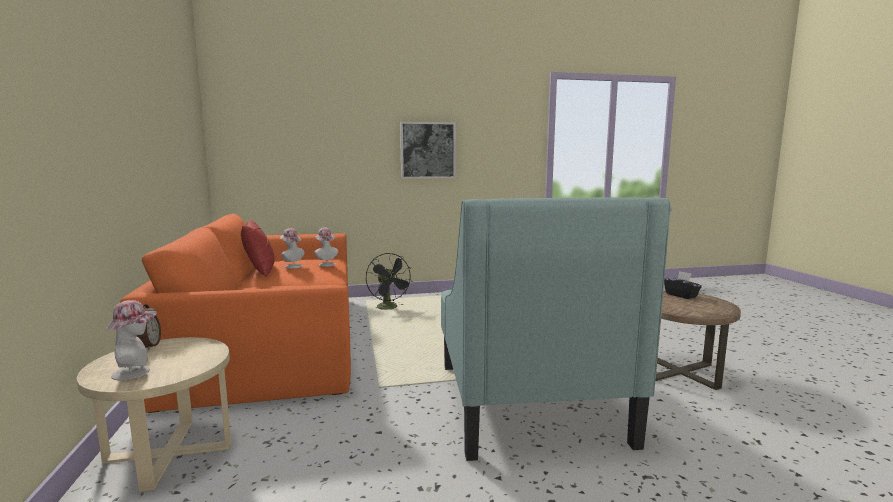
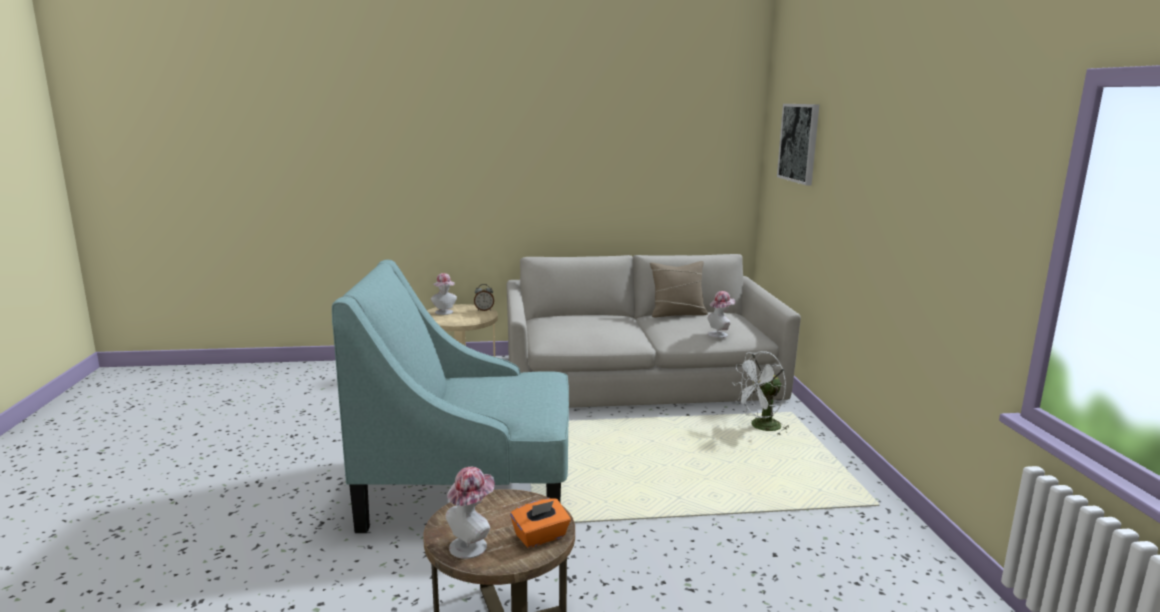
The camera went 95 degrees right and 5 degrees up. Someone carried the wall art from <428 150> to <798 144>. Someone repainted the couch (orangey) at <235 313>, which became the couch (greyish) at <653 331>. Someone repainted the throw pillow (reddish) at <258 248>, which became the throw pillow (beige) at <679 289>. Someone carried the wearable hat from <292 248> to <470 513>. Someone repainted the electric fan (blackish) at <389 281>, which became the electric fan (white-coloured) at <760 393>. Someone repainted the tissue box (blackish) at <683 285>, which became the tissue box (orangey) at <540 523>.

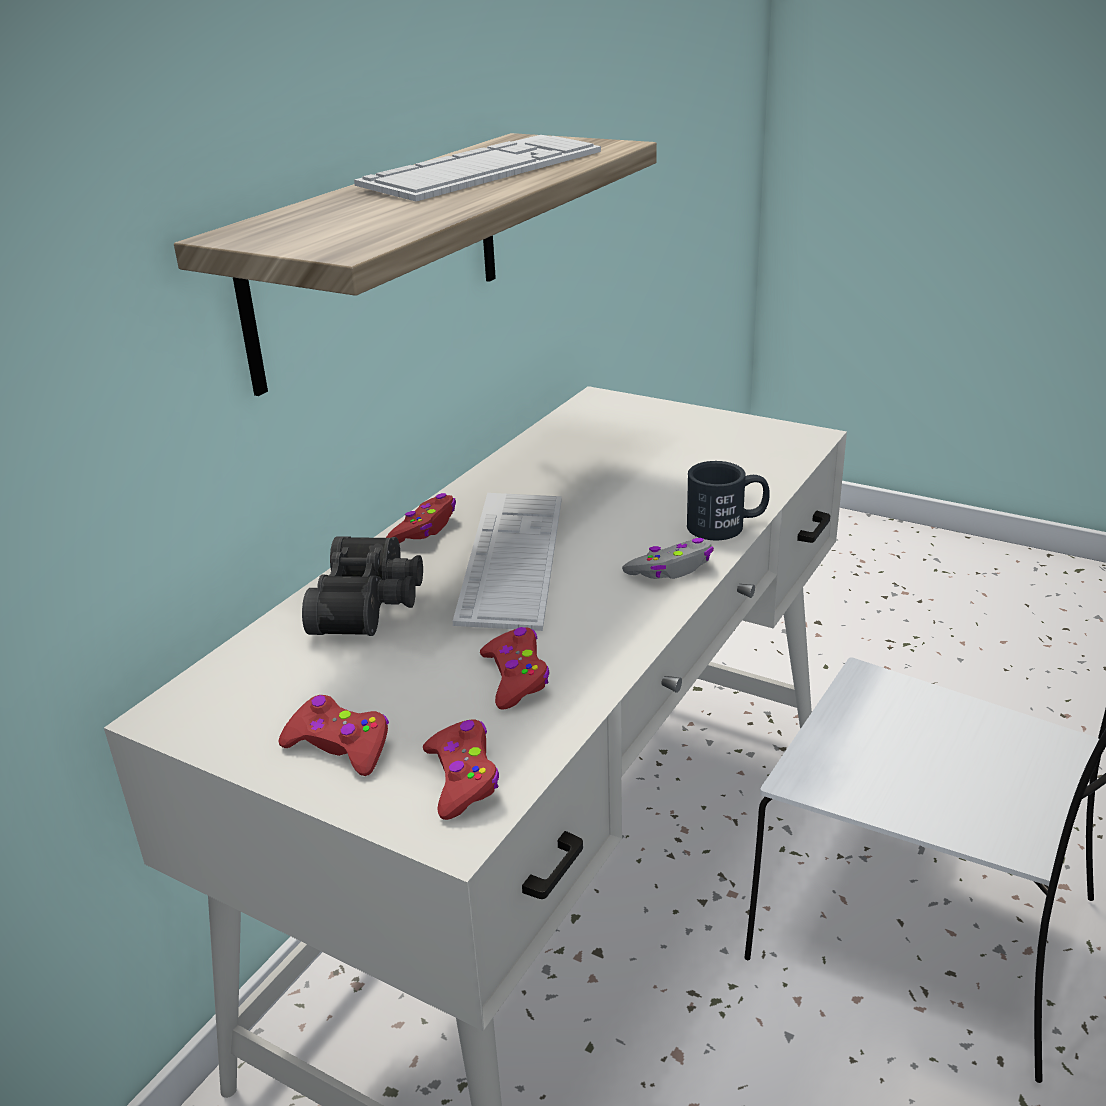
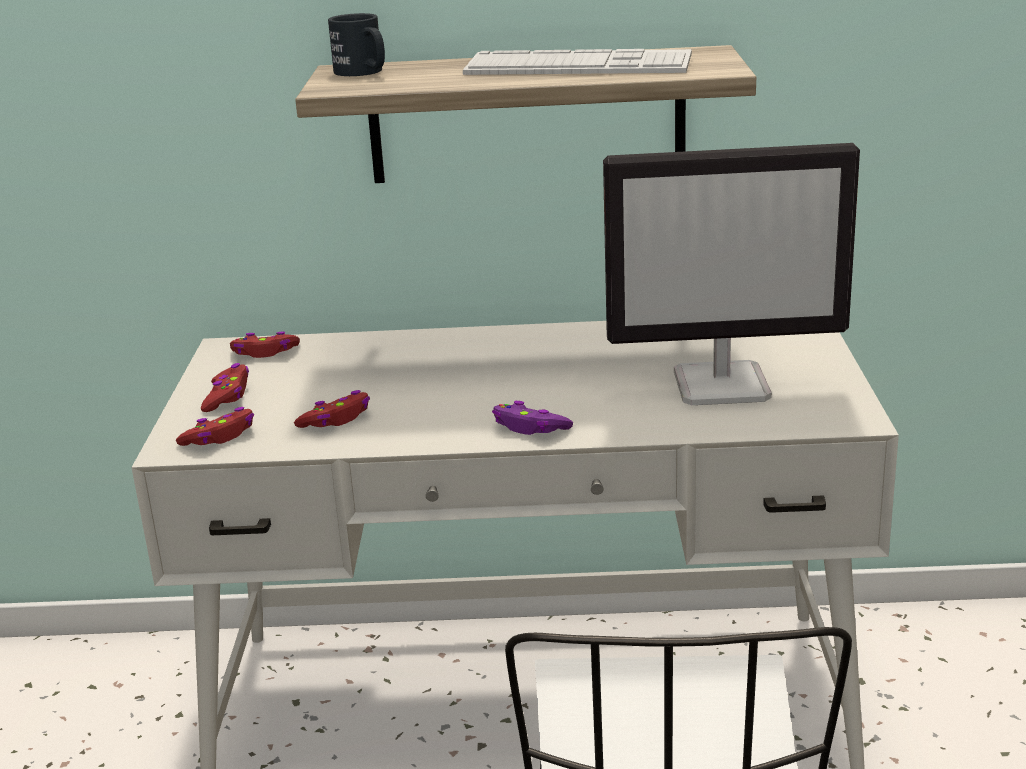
The camera went 60 degrees right and 5 degrees down. Someone carried the tea mug (blackish) from <728 500> to <356 44>. Someone carried the gamepad (reddish) from <421 518> to <265 345>. Someone took away the PC keyboard at <507 562>. Someone took away the field glasses (blackish) at <362 586>. Someone repainted the gamepad (greyish) at <668 558>, which became the gamepad (purplish) at <532 418>. Someone put down the monitor at <731 274>.

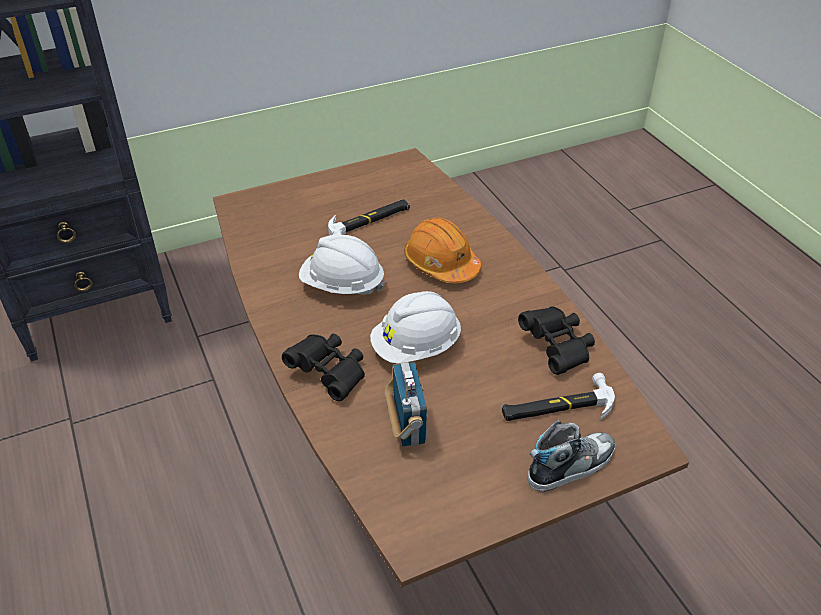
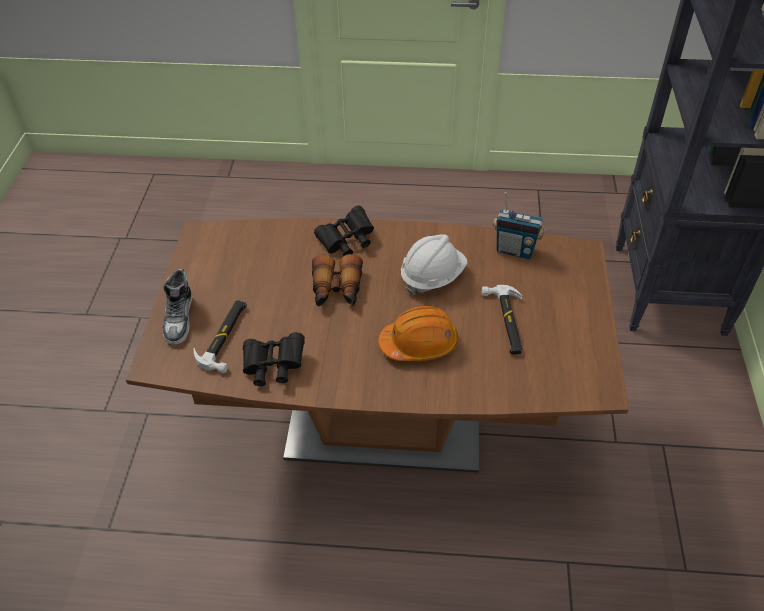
The camera went 120 degrees right and 5 degrees up. Someone swapped the work helmet (white-coloured) at <415 327> for the field glasses at <337 280>. Someone carried the radio set from <406 404> to <519 225>.

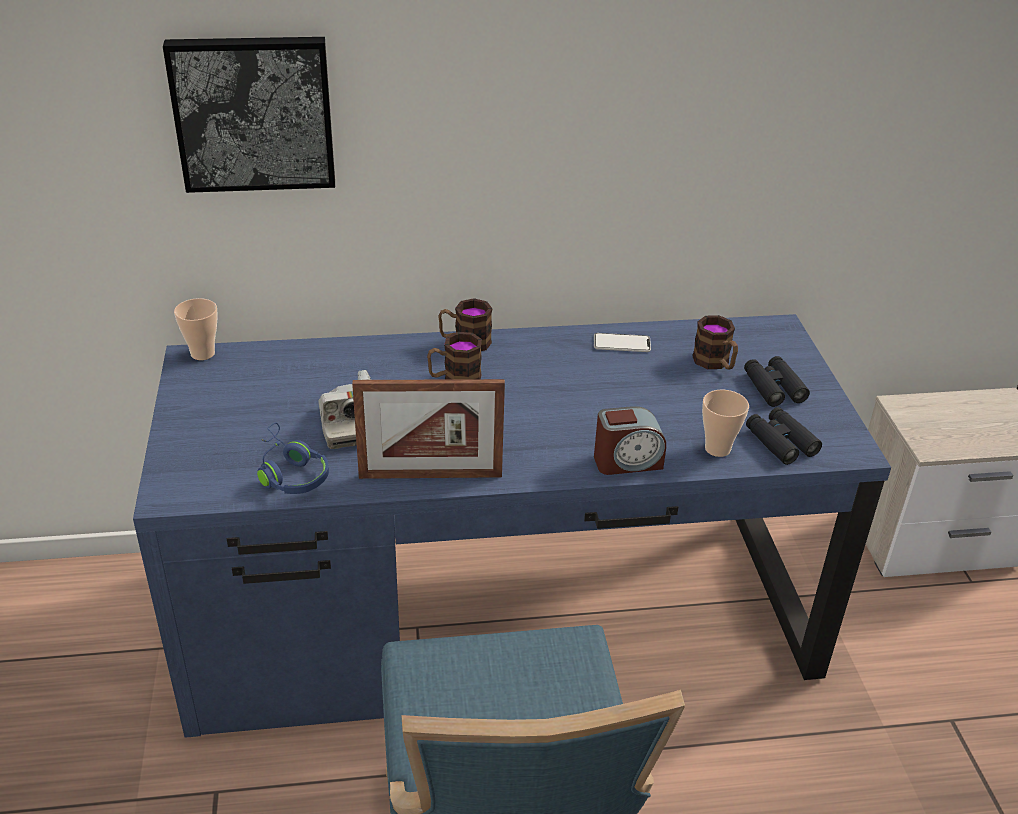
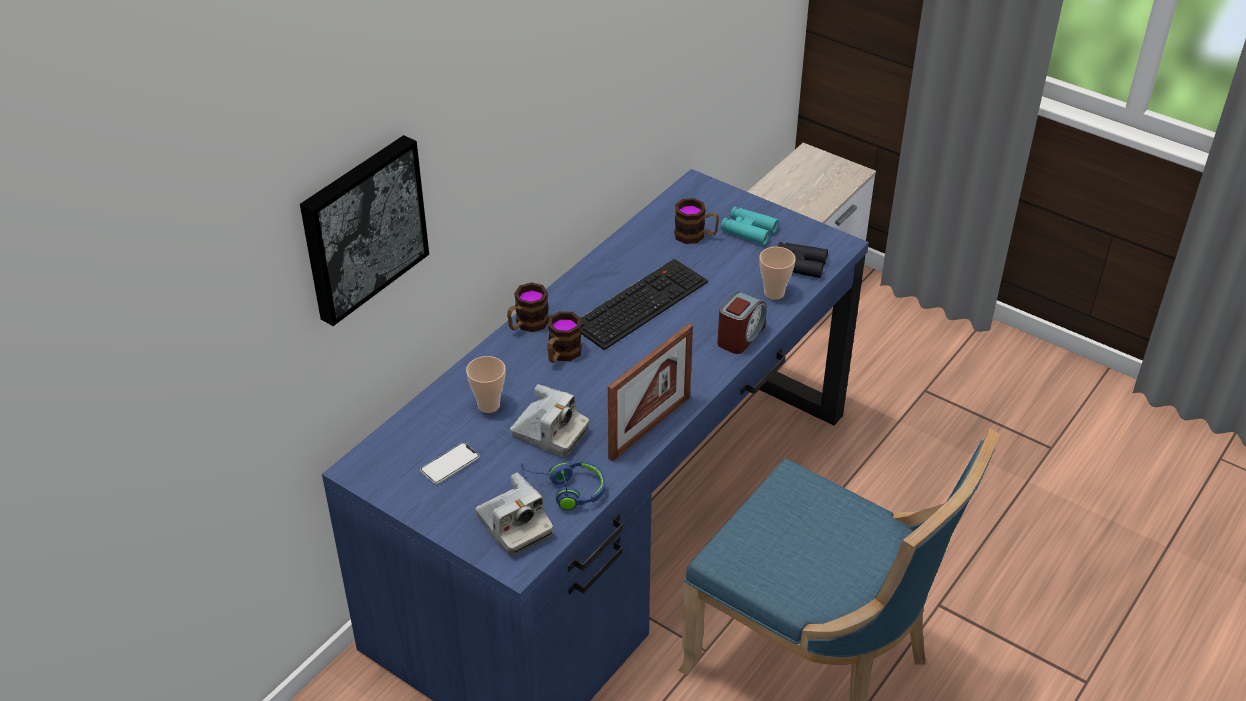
The camera went 45 degrees left and 5 degrees up. Someone carried the small cup from <196 329> to <486 384>. Someone carried the handset from <622 342> to <450 463>. Someone repainted the field glasses (blackish) at <777 381>, which became the field glasses (turquoise-coloured) at <750 226>. Someone put down the PC keyboard at <644 304>. Someone put down the still camera at <514 514>.

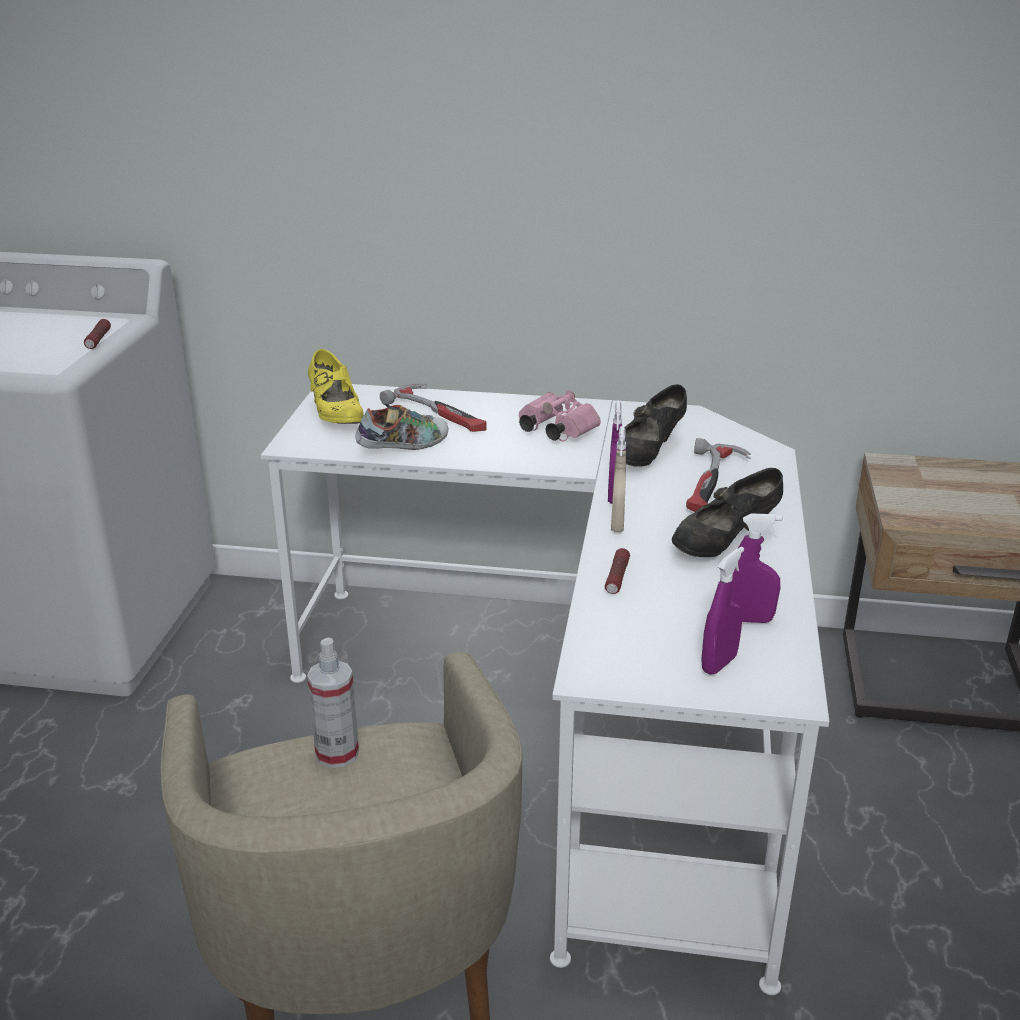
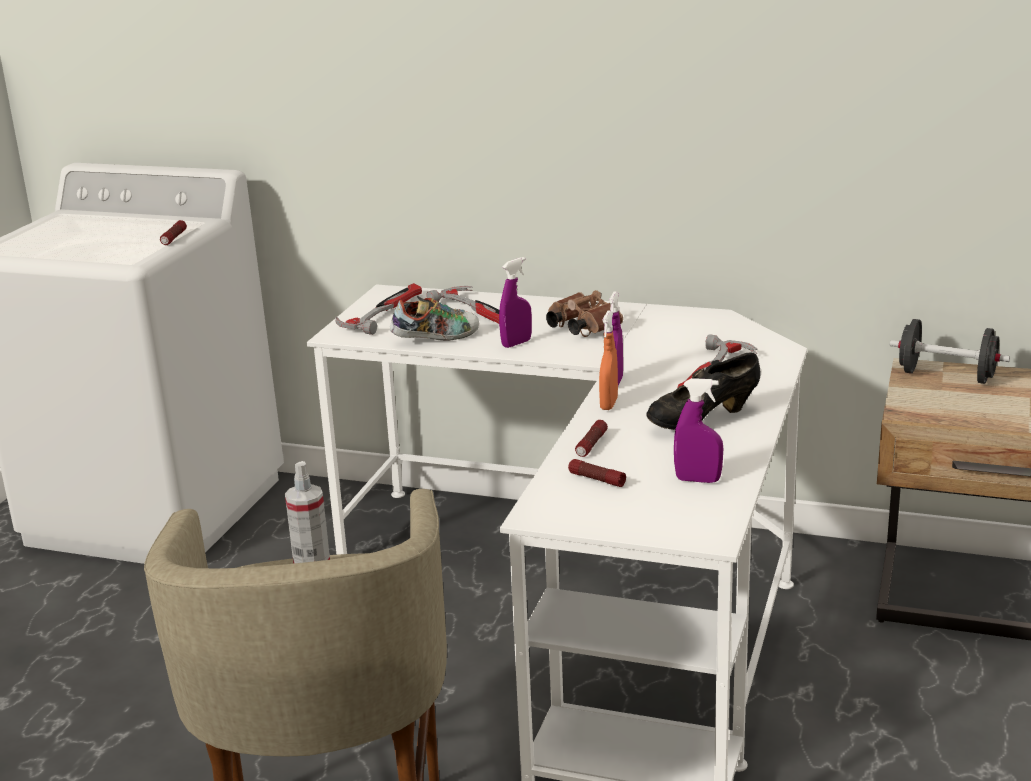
The camera went 10 degrees right and 5 degrees down. Someone swapped the shoe (yellow) at <335 386> for the hammer at <378 309>. Someone took away the shoe (blackish) at <656 425>. Someone repainted the field glasses (pinkish) at <560 416>, which became the field glasses (brown-coloured) at <584 313>. Someone repainted the sprayer (beige) at <618 479>, which became the sprayer (orangey) at <608 360>. Someone carried the sprayer (purplish) from <722 610> to <515 302>. Someone put down the dumbbell (blackish) at <950 351>. Someone put down the hand torch at <597 473>.

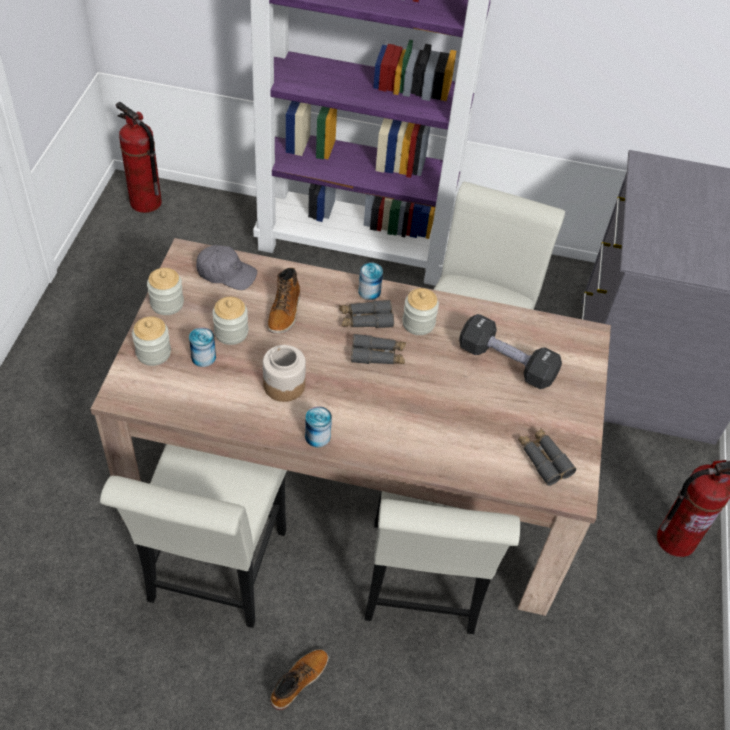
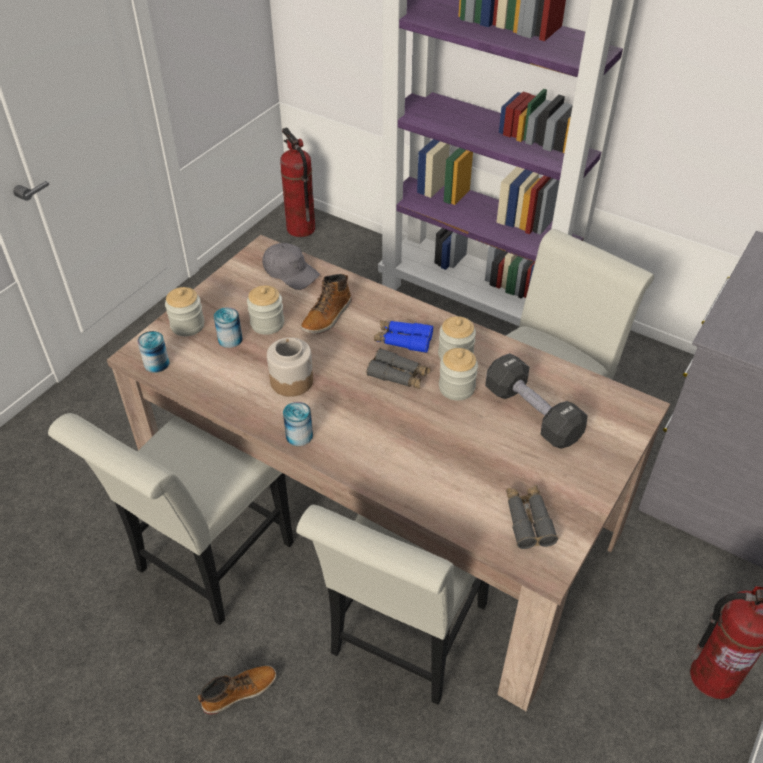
The camera went 25 degrees right and 5 degrees down. Someone carried the metal can from <370 281> to <153 352>. Someone carried the jar from <165 291> to <458 374>. Someone repainted the field glasses (greyish) at <366 314>, which became the field glasses (bluish) at <403 336>.

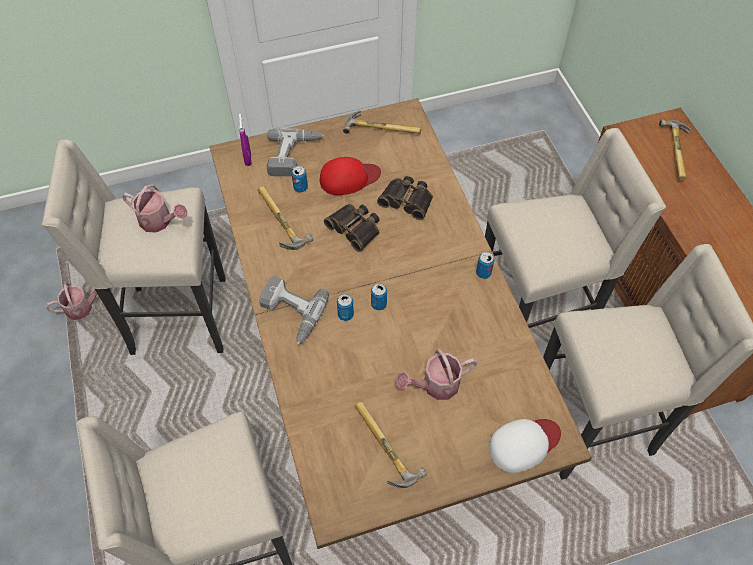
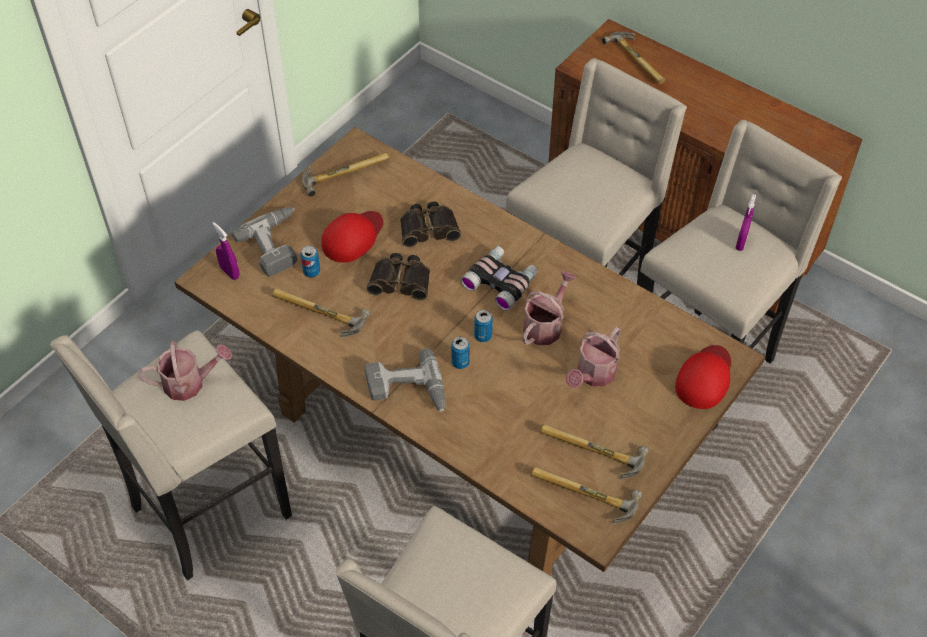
The camera went 35 degrees left and 5 degrees down. Someone took away the metal can at <485 265>. Someone carried the watering pot from <71 301> to <549 308>. Someone repainted the peaked cap (white-coloured) at <525 446>, which became the peaked cap (reddish) at <703 377>. Someone put down the sprayer (purplish) at <746 222>. Someone put down the field glasses at <499 278>. Someone put down the hammer at <586 495>.

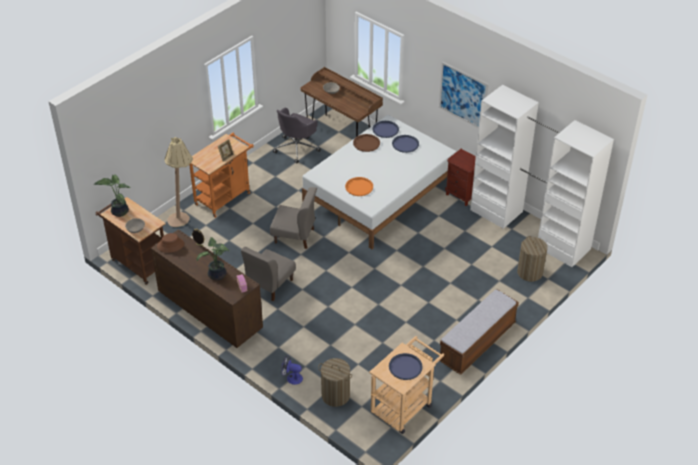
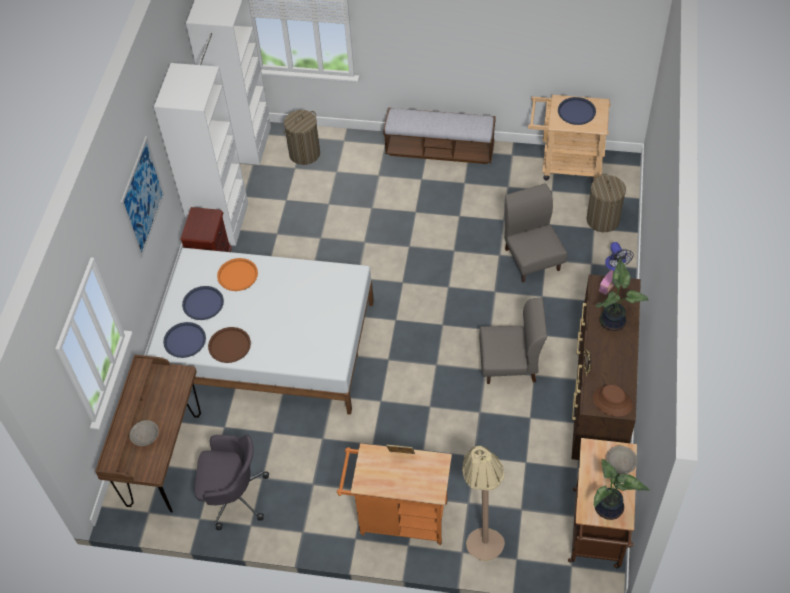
The camera went 120 degrees left and 10 degrees up. Someone carried the carrying tray (orangey) from <359 186> to <237 274>. Someone carried the plain chair (greyish) from <293 218> to <535 233>.

